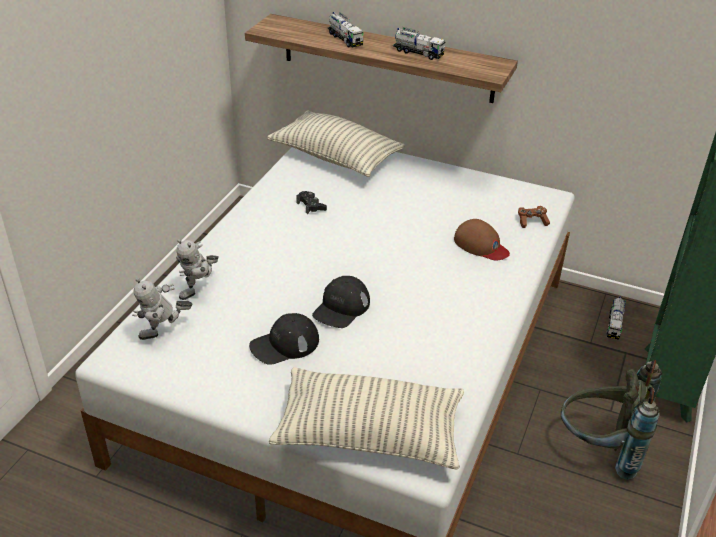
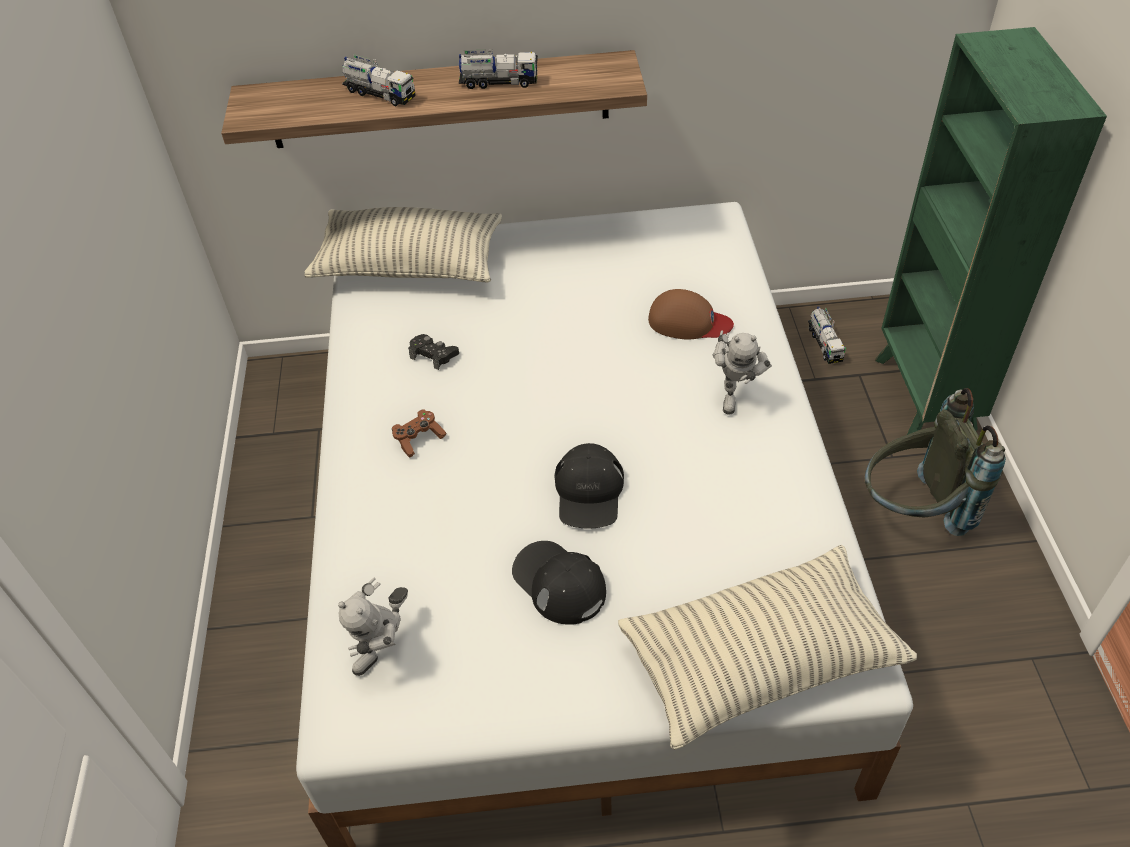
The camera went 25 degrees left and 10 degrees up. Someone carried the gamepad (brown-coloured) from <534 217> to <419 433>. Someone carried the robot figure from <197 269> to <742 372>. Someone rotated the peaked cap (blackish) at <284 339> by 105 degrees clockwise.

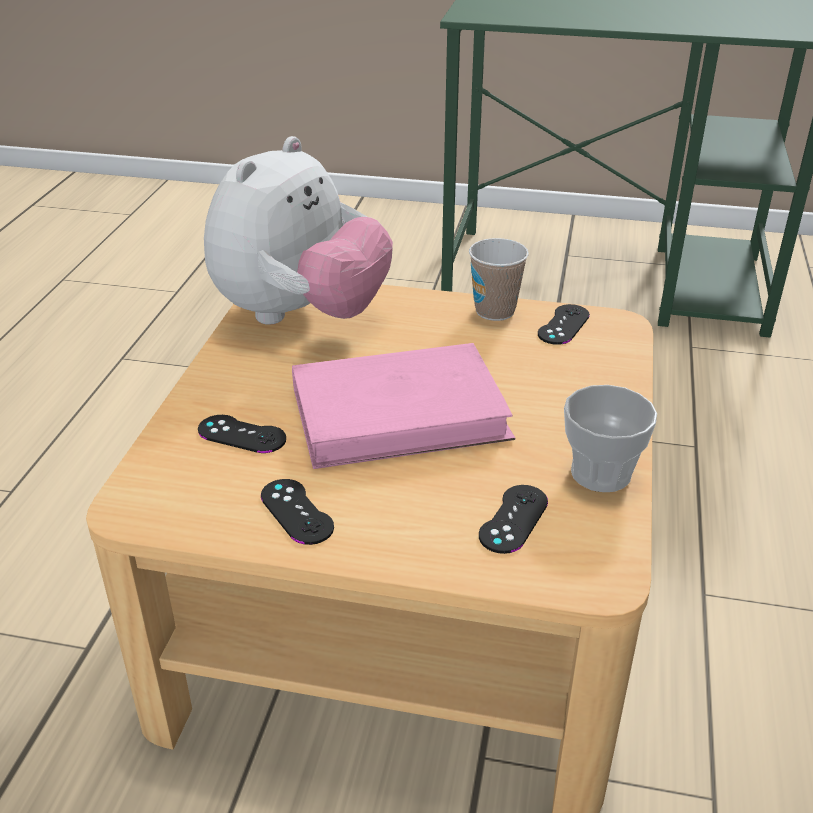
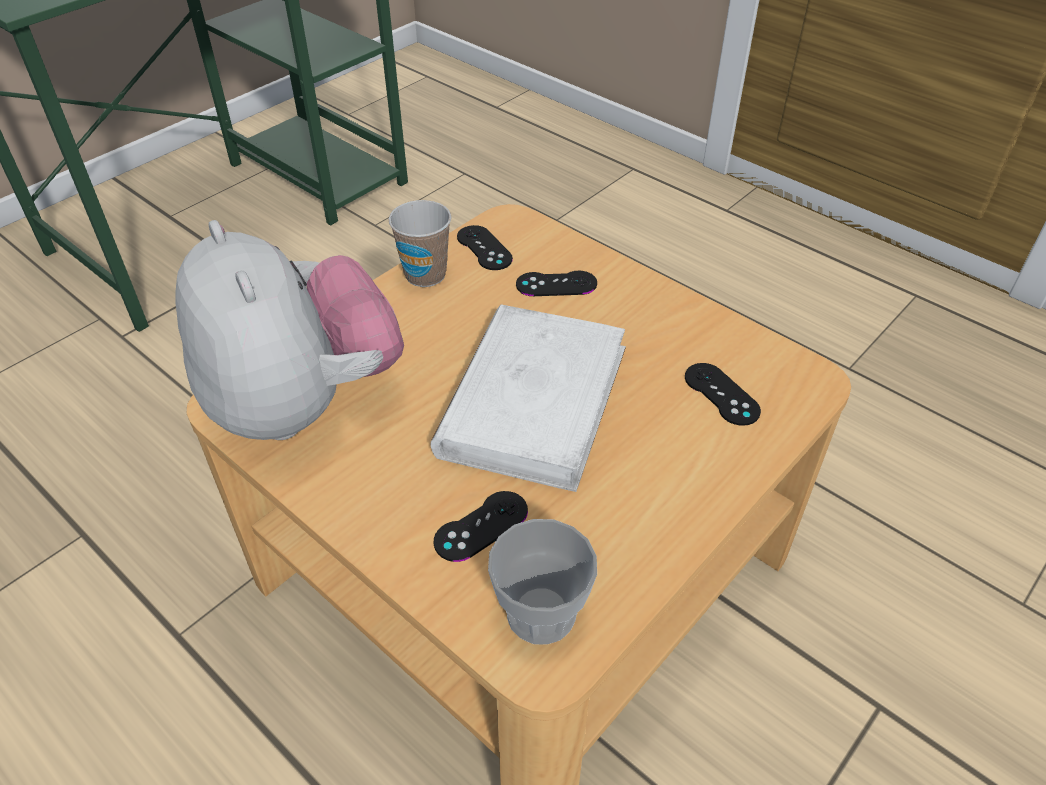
The camera went 60 degrees left and 10 degrees up. Someone repainted the volume (pinkish) at <403 406>, which became the volume (white-coloured) at <528 398>. Someone carried the small cup from <610 438> to <542 582>. Someone carried the gamepad (blackish) from <297 512> to <556 283>.

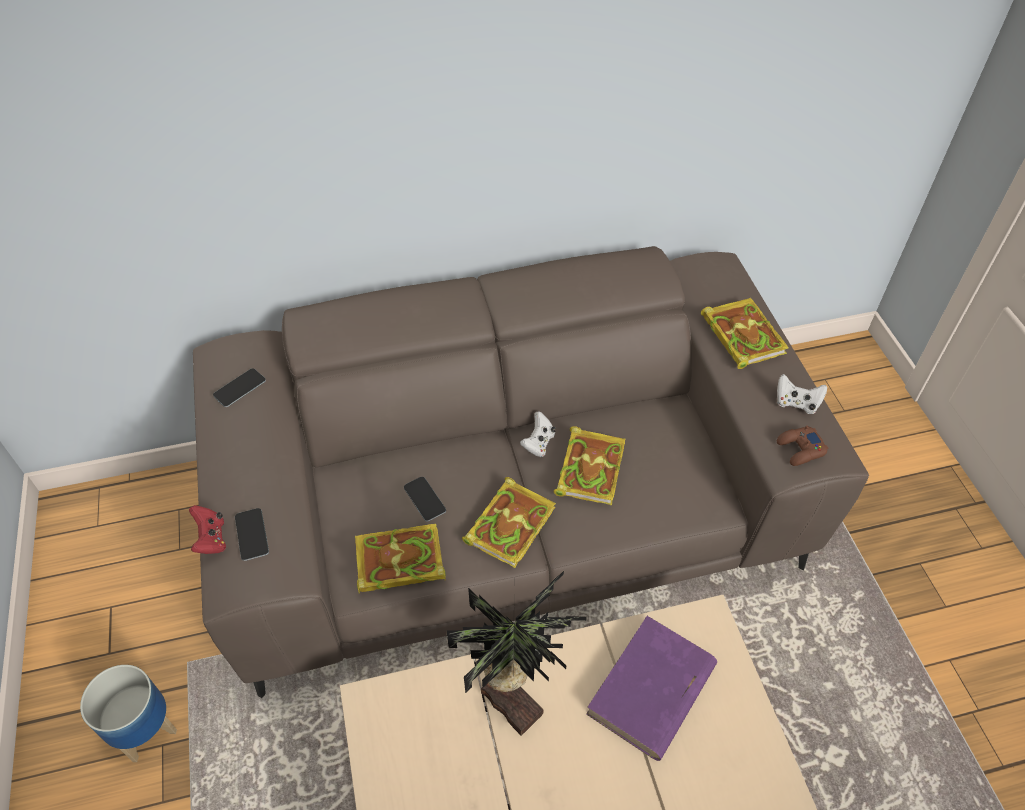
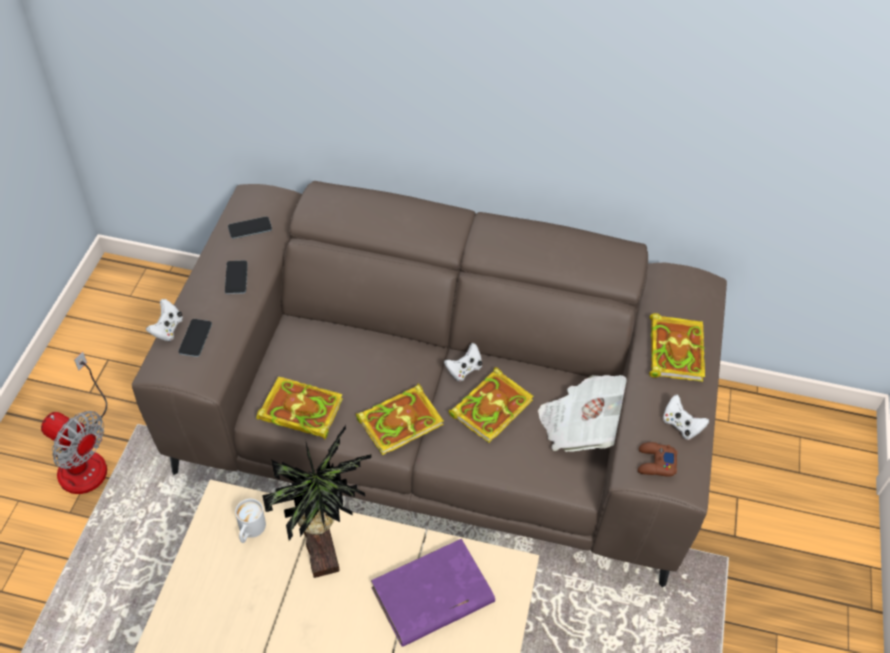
The camera went 25 degrees right and 0 degrees up. Someone carried the handset from <425 499> to <236 277>. Someone repainted the gamepad (reddish) at <207 529>, which became the gamepad (white-coloured) at <164 320>. Someone swapped the planter at <128 713> for the electric fan at <74 423>. Someone put down the newspaper at <582 413>. Someone put down the tea mug (white-coloured) at <250 521>.

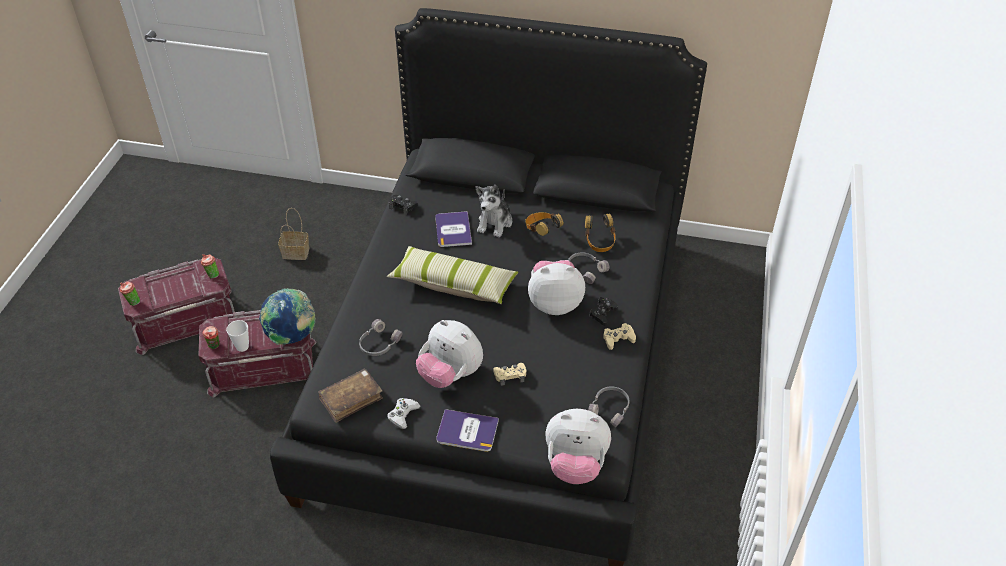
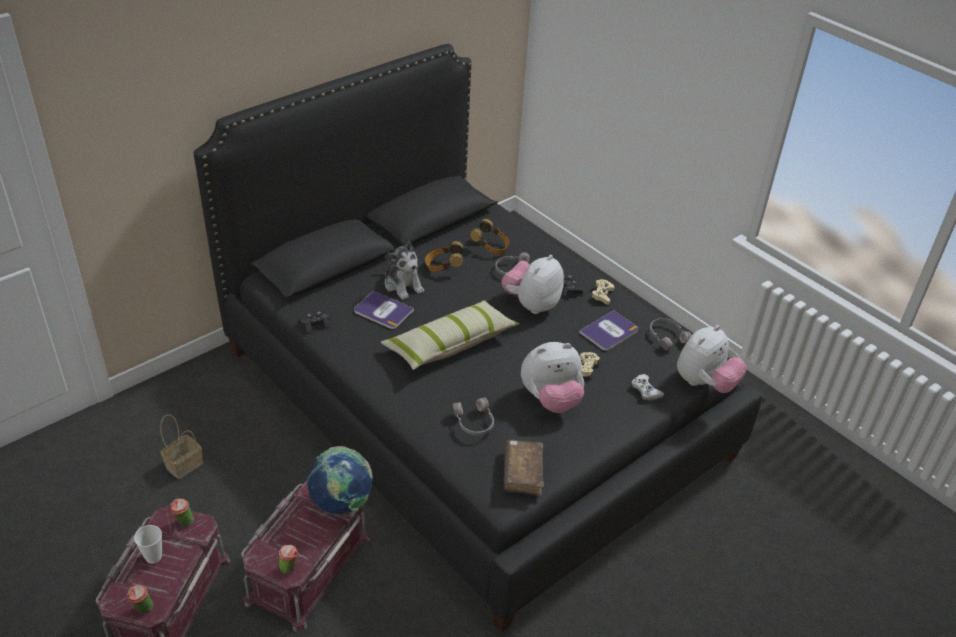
The camera went 55 degrees left and 5 degrees down. Someone carried the small cup from <237 336> to <148 544>. Someone carried the gamepad (white-coloured) from <403 413> to <648 387>. Someone carried the volume from <467 430> to <608 330>.

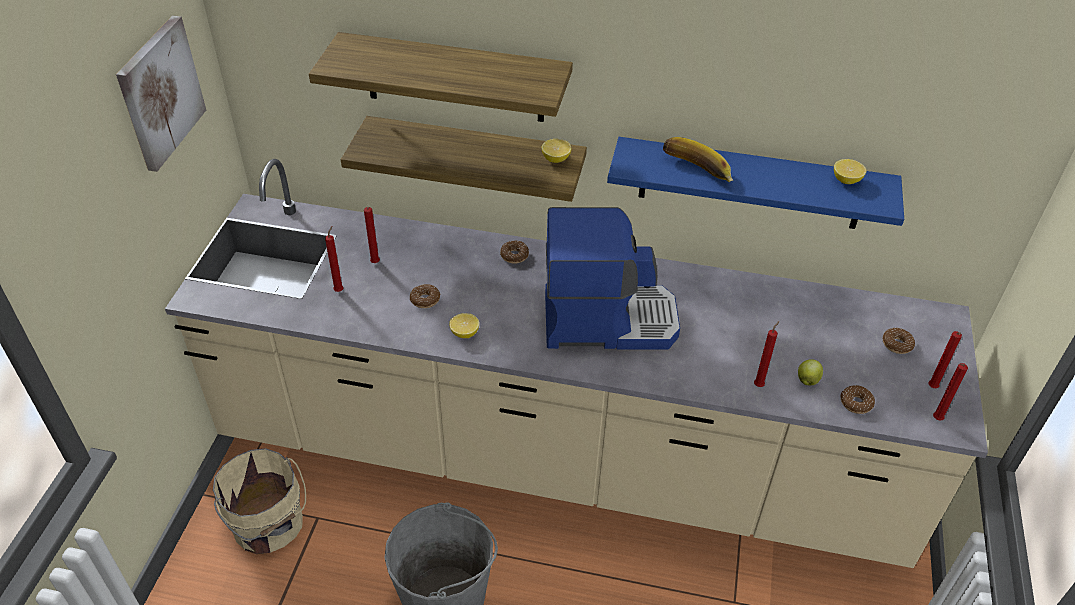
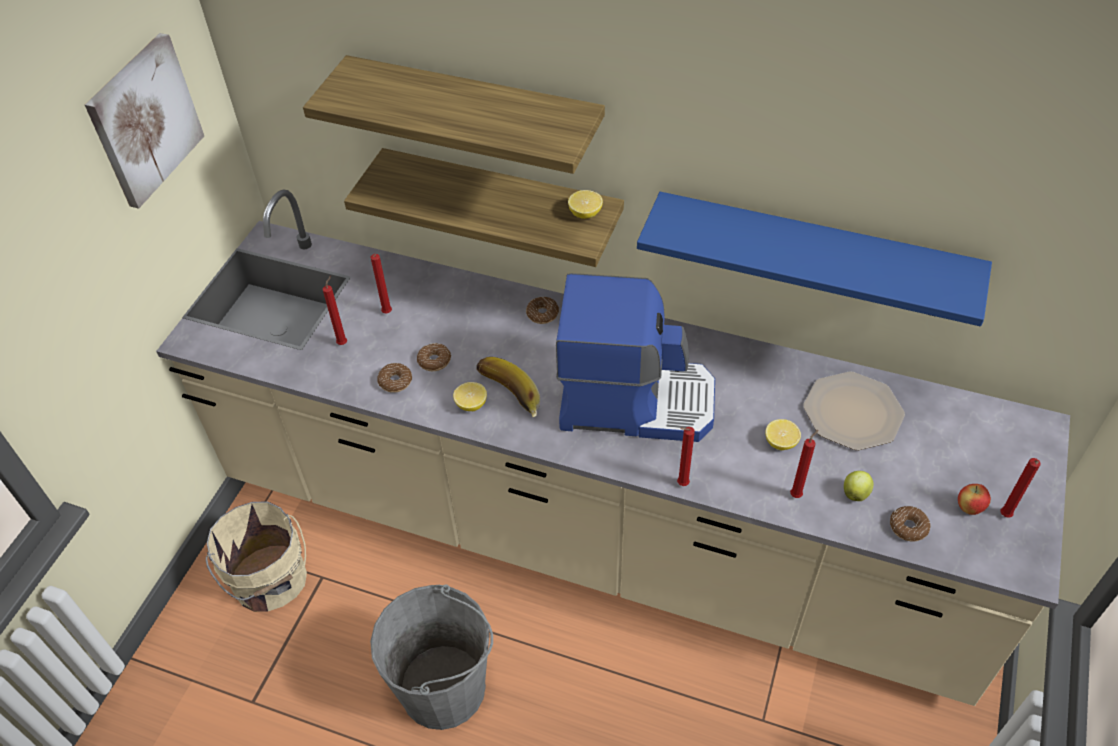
The camera went 10 degrees right and 5 degrees up. Someone carried the whole banana from <698 159> to <508 387>. Someone carried the whole lemon from <850 171> to <783 434>. Someone carried the doughnut from <899 341> to <394 378>. Someone carried the wax candle (reddish) from <950 392> to <686 456>. Someone put down the flat dish at <854 410>. Someone put down the whole apple at <974 499>.

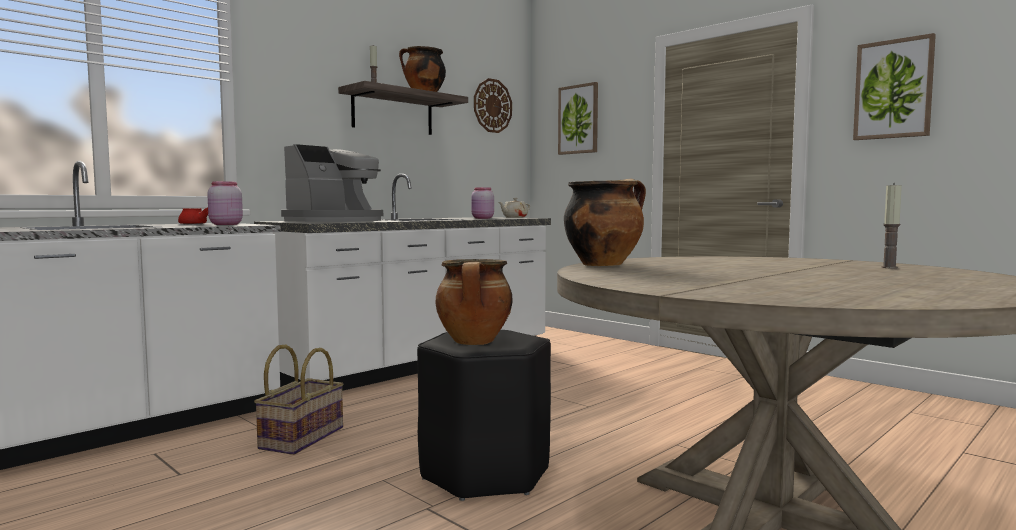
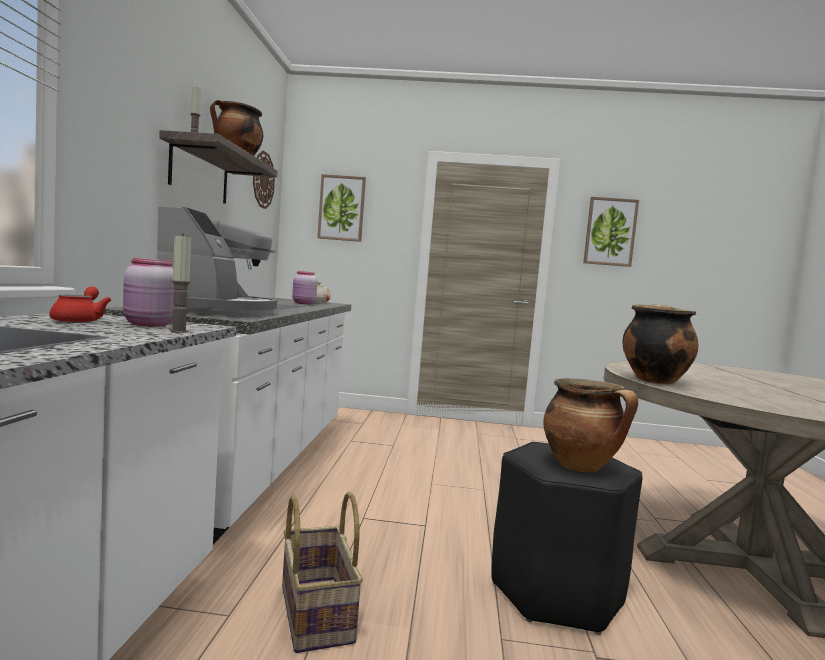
The camera went 40 degrees left and 0 degrees up. Someone carried the wax candle from <891 226> to <180 283>.

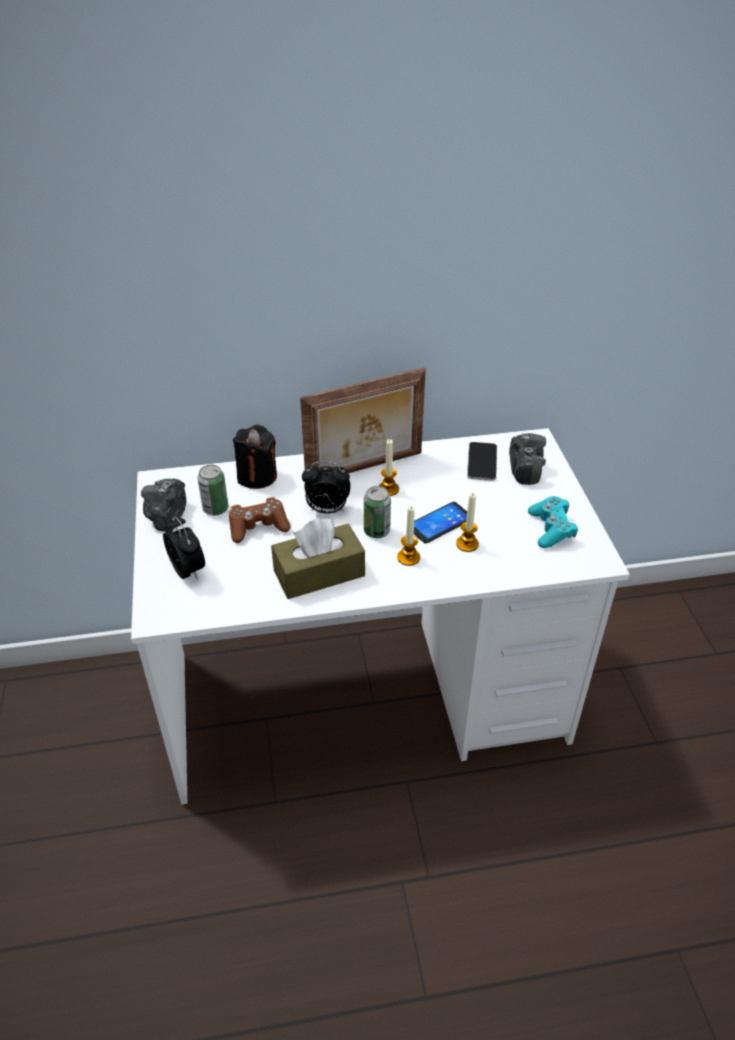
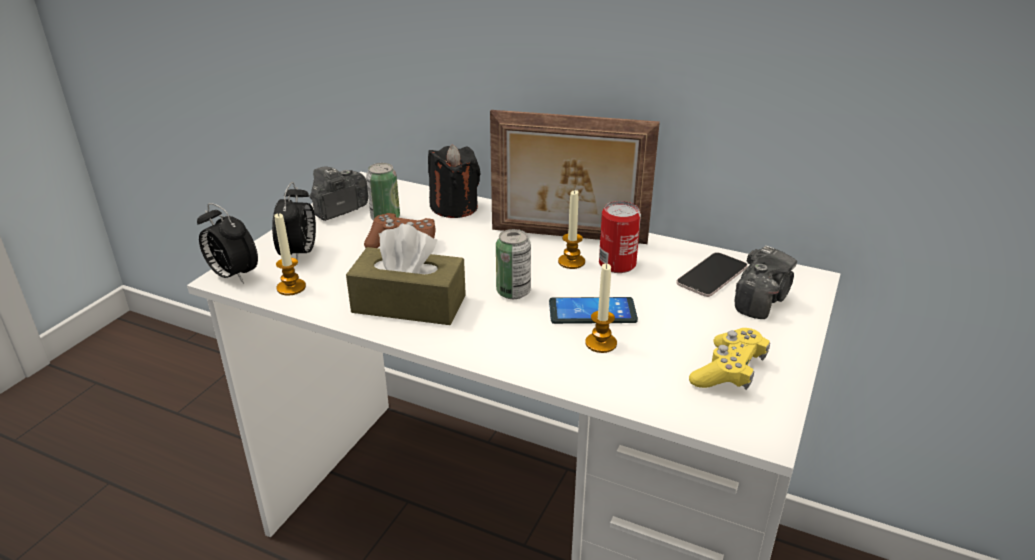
The camera went 35 degrees right and 10 degrees down. Someone carried the bedside clock from <326 488> to <227 243>. Someone repainted the gamepad (turquoise-coloured) at <553 522>, which became the gamepad (yellow) at <729 359>. Someone carried the wax candle from <408 536> to <290 254>. Someone put down the metal can at <620 237>.

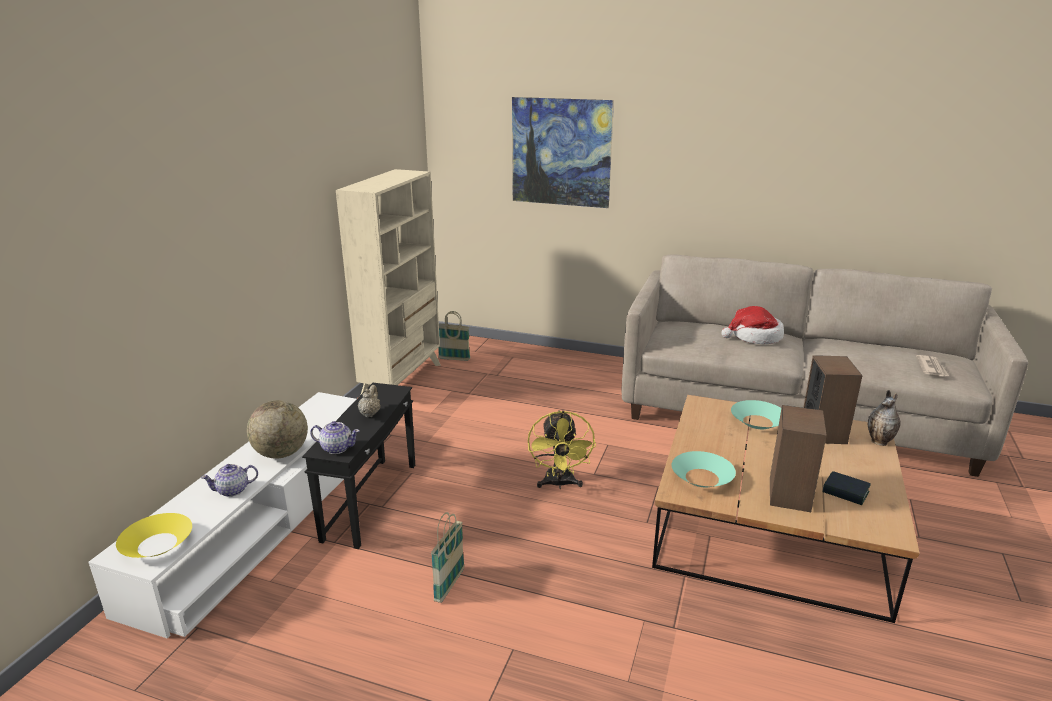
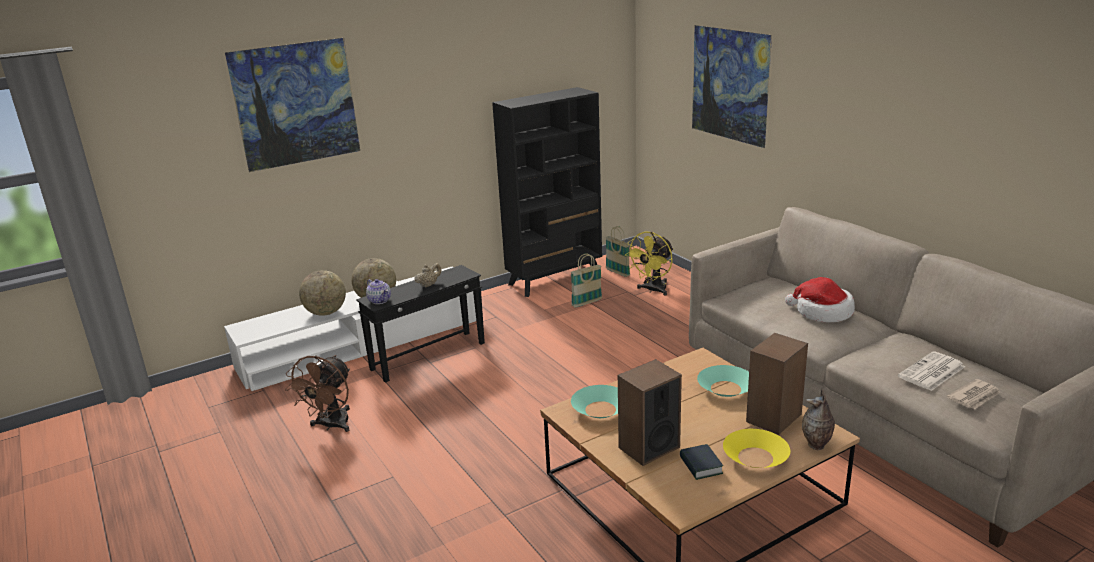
The camera went 40 degrees right and 0 degrees up. Someone repainted the shelving unit (beige) at <388 281>, which became the shelving unit (blackish) at <547 192>. Someone carried the electric fan (yellow) from <562 449> to <649 263>. Someone swapped the tea pot at <229 480> for the desk globe at <322 293>. Someone carried the storage basket from <447 557> to <586 280>. Someone carried the serving bowl (yellow) from <154 535> to <756 448>. Someone put up the wall art at <292 105>. Someone put down the newspaper at <931 371>. Someone put down the electric fan (brown-coloured) at <317 393>.

